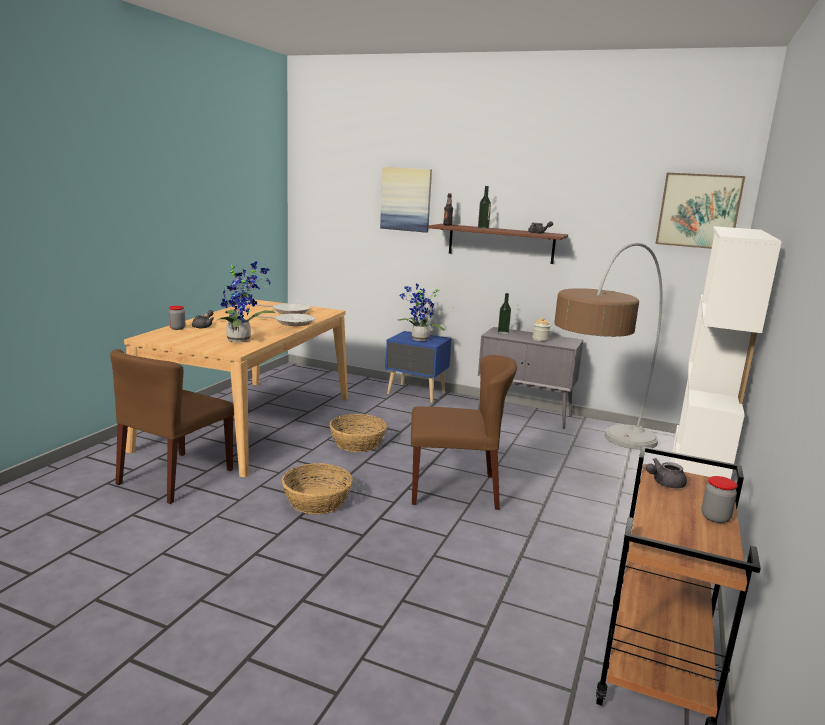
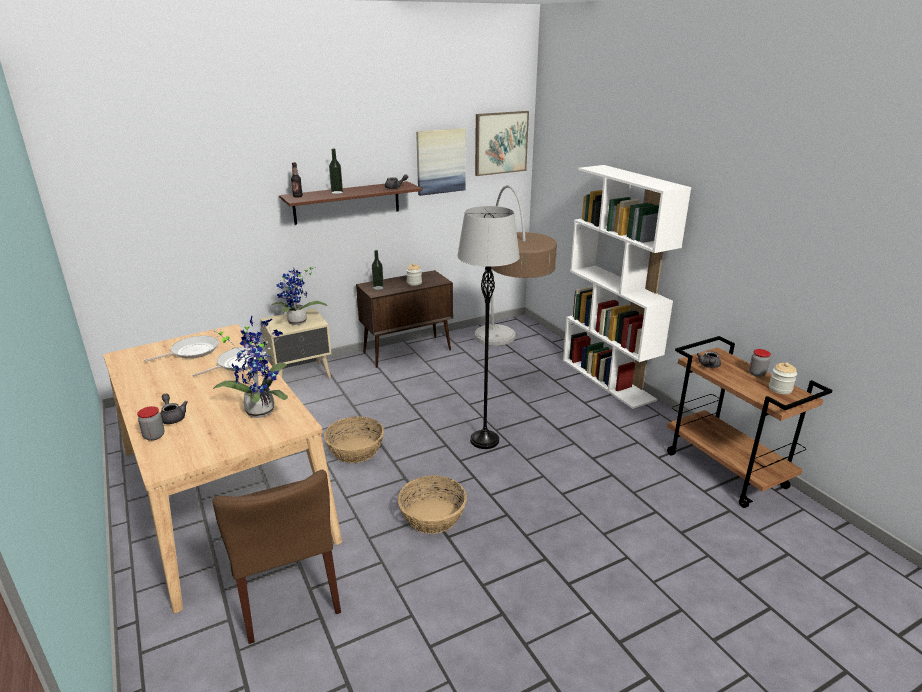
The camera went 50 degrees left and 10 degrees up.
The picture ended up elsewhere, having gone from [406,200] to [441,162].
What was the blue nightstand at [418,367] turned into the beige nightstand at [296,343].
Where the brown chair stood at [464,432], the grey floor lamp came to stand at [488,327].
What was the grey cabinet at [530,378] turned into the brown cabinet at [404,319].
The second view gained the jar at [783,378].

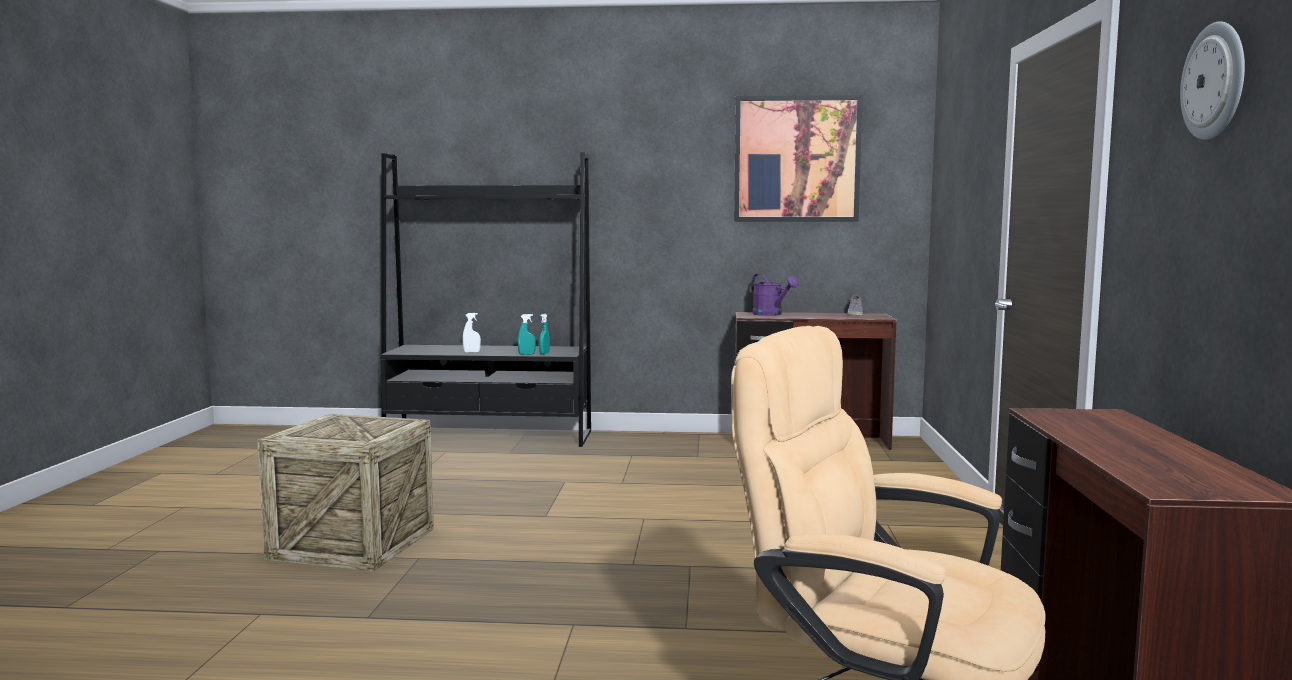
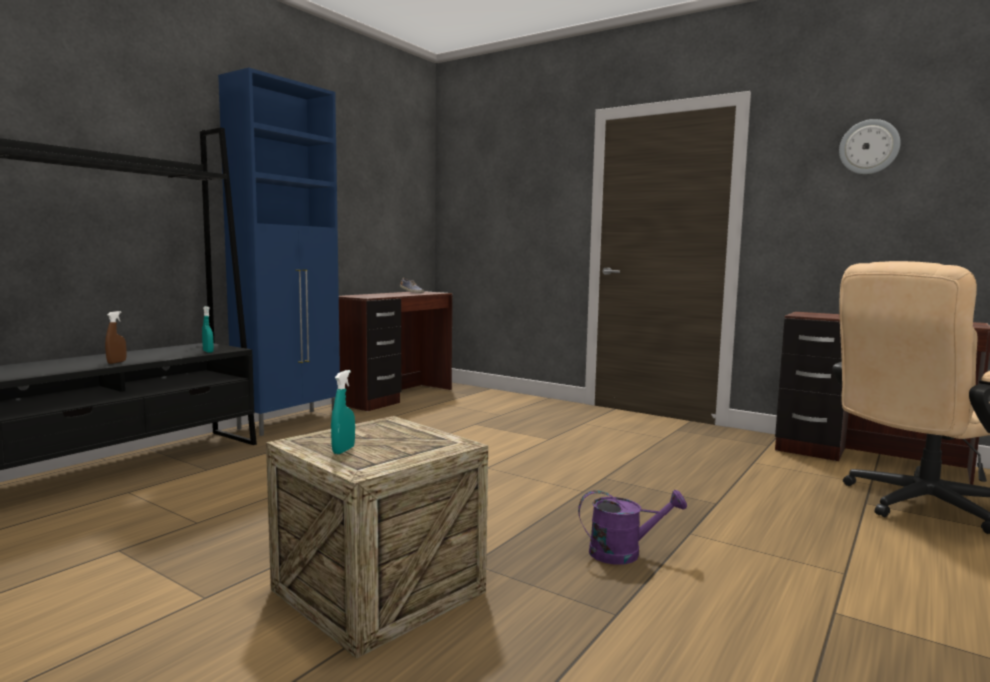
The camera went 60 degrees left and 0 degrees up.
What was the white spray bottle at [472,333] turned into the brown spray bottle at [116,337].
The turquoise spray bottle ended up elsewhere, having gone from [527,334] to [343,412].
The second view lost the picture at [798,158].
The purple watering can ended up elsewhere, having gone from [775,295] to [632,527].
The second view gained the blue cabinet at [279,251].

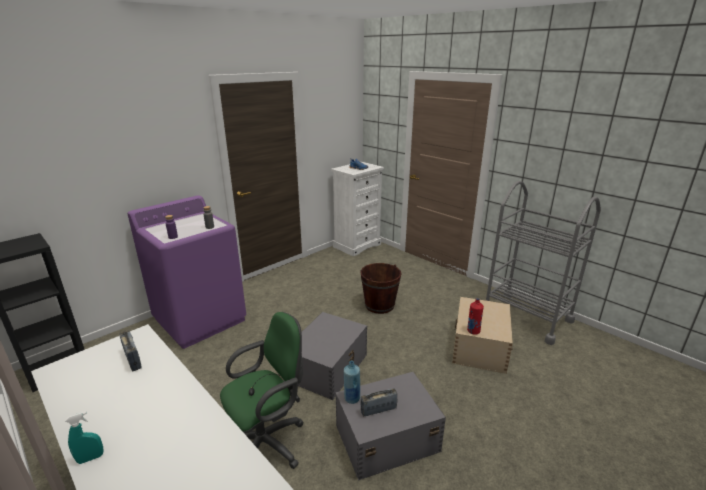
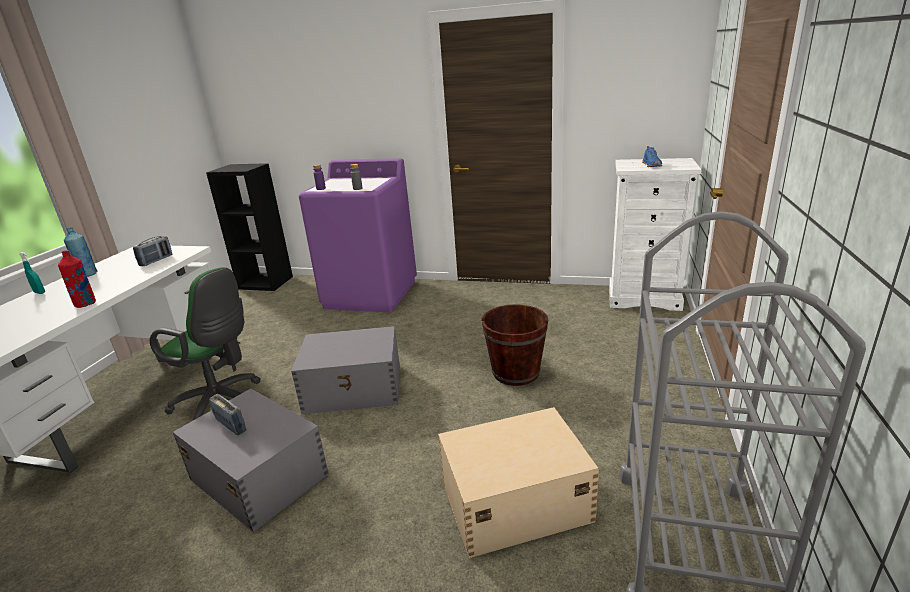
The camera went 60 degrees right and 0 degrees up.
The blue bottle ended up elsewhere, having gone from [352,382] to [80,252].
The red bottle ended up elsewhere, having gone from [475,316] to [77,279].

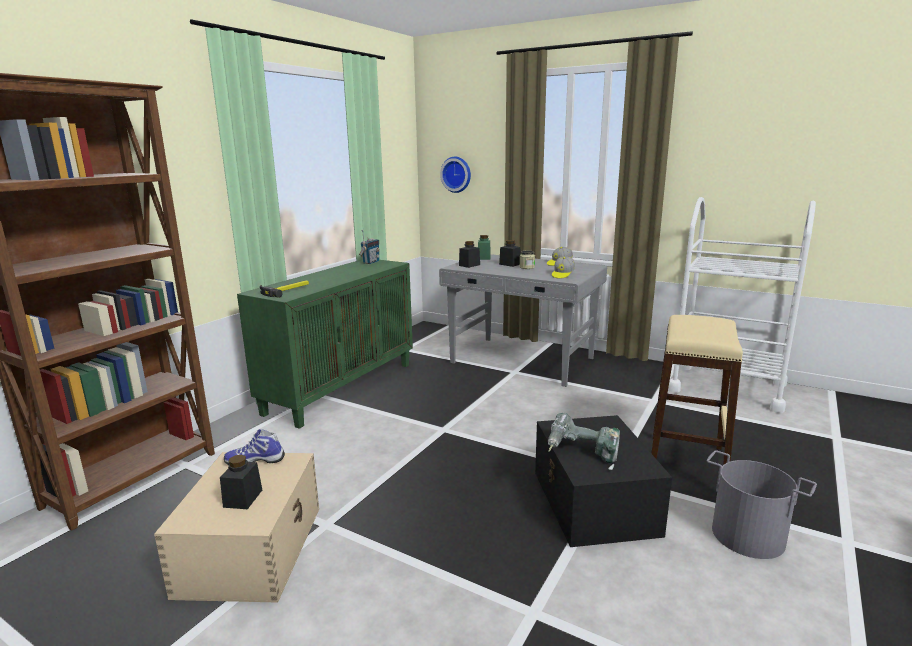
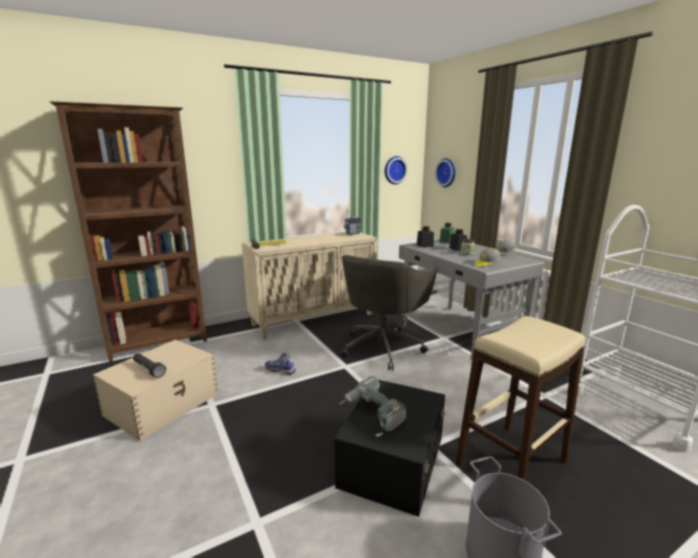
The camera went 30 degrees right and 0 degrees up.
Where the black jar stood at [241,482], the black flashlight came to stand at [149,365].
The shoe ended up elsewhere, having gone from [254,447] to [280,364].
What was the green cabinet at [325,344] turned into the beige cabinet at [309,285].
The second view gained the grey office chair at [388,312].
The second view gained the wall clock at [396,170].

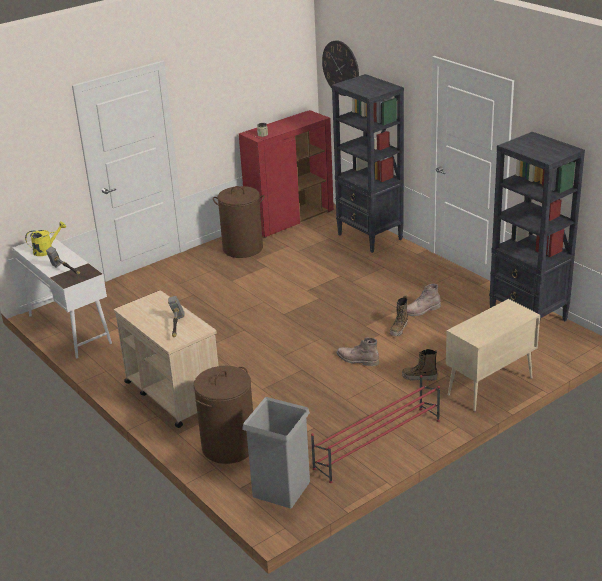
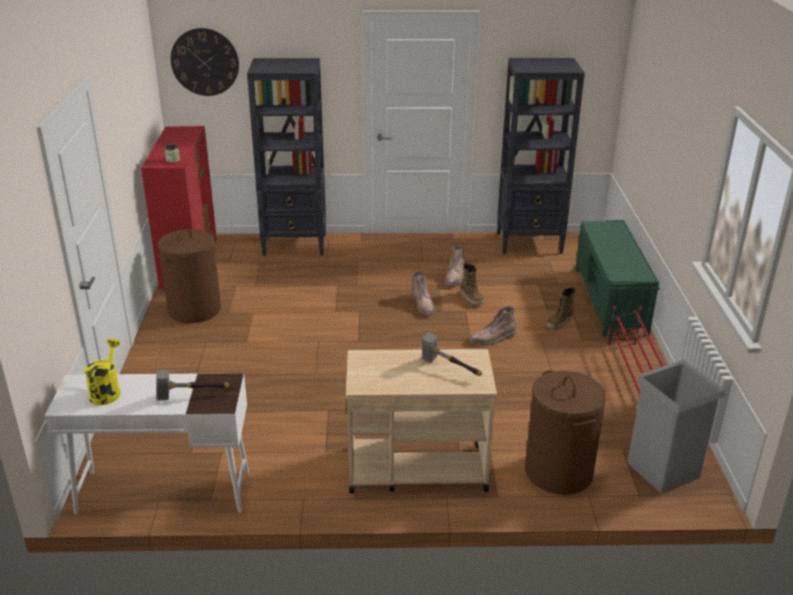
The camera went 55 degrees left and 0 degrees up.
Where the beige cabinet stood at [493,355], the green bench came to stand at [617,278].
The second view gained the brown boot at [423,293].

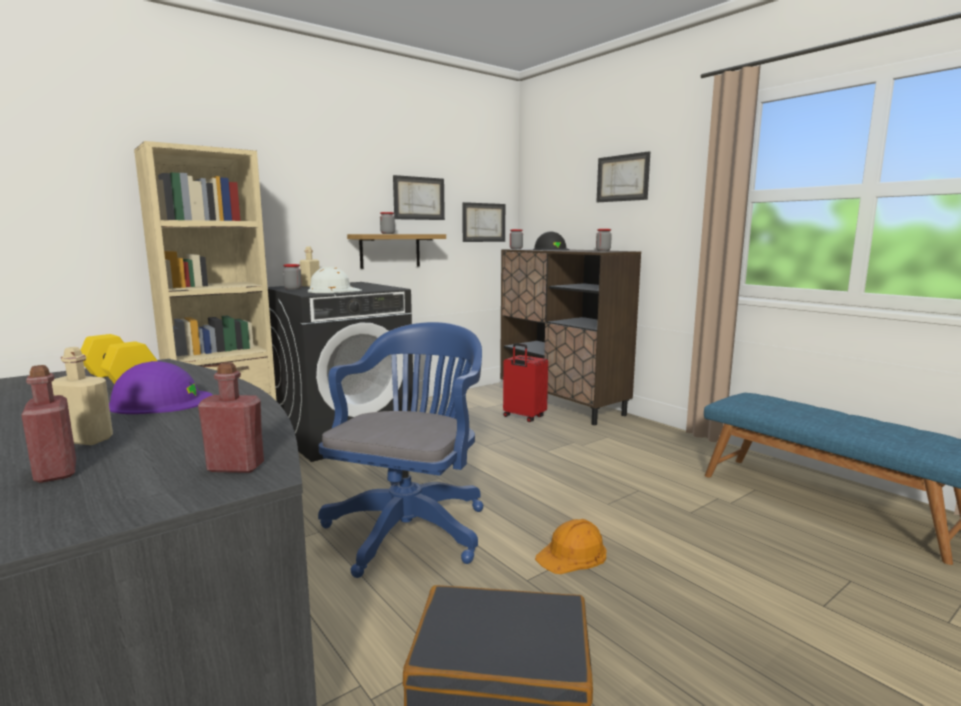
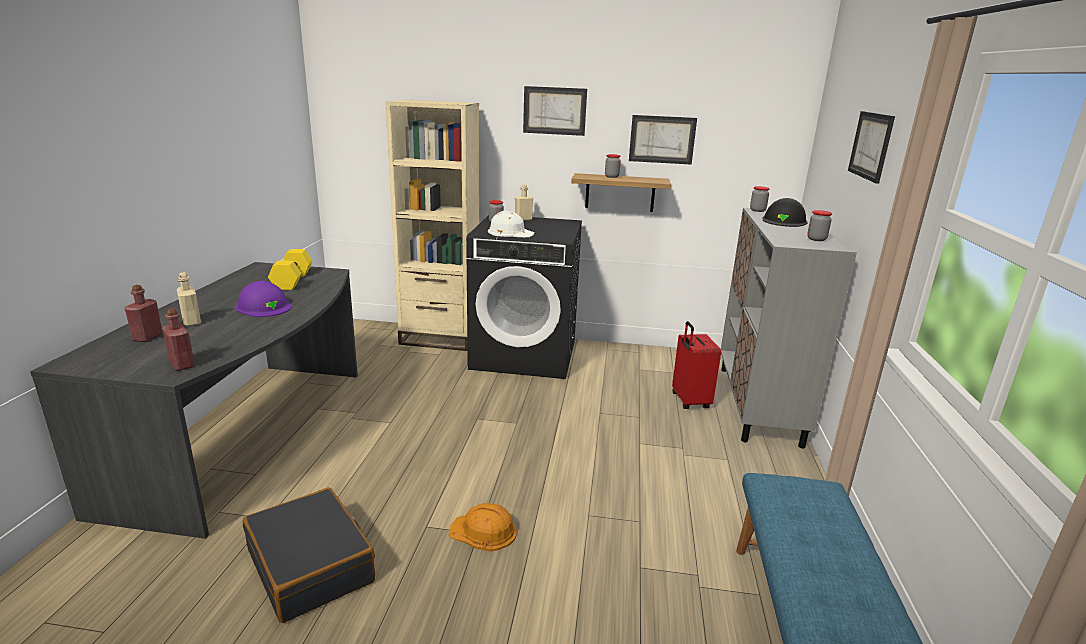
The camera went 45 degrees right and 10 degrees up.
The second view lost the blue office chair at [400,450].
The picture ended up elsewhere, having gone from [483,222] to [555,111].
What was the brown cabinet at [570,337] turned into the grey cabinet at [789,328].

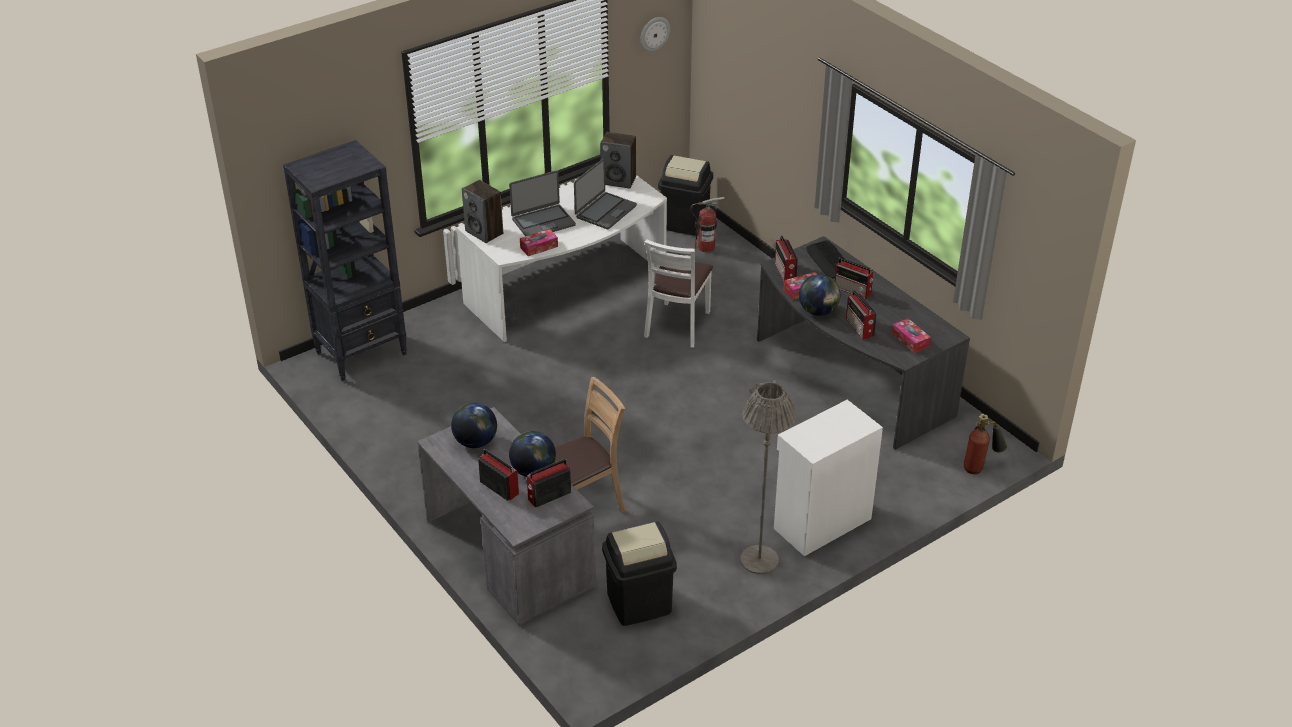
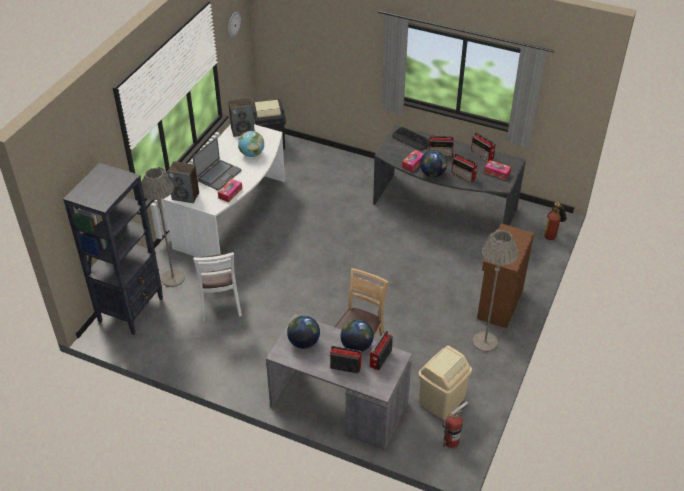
The camera went 30 degrees left and 5 degrees up.
Where the laptop stood at [605,194], the globe came to stand at [251,144].
What was the black trash can at [639,573] turned into the beige trash can at [445,383].
The white chair ended up elsewhere, having gone from [678,293] to [217,287].
The fire extinguisher ended up elsewhere, having gone from [707,224] to [455,424].
What was the white cabinet at [828,478] turned into the brown cabinet at [505,275].
The radio ended up elsewhere, having gone from [786,258] to [483,147].
The second view gained the grey floor lamp at [163,227].

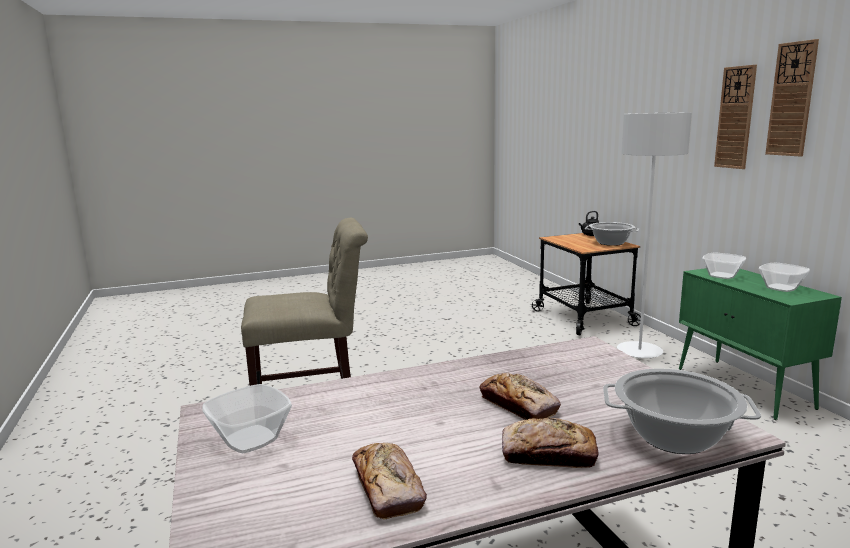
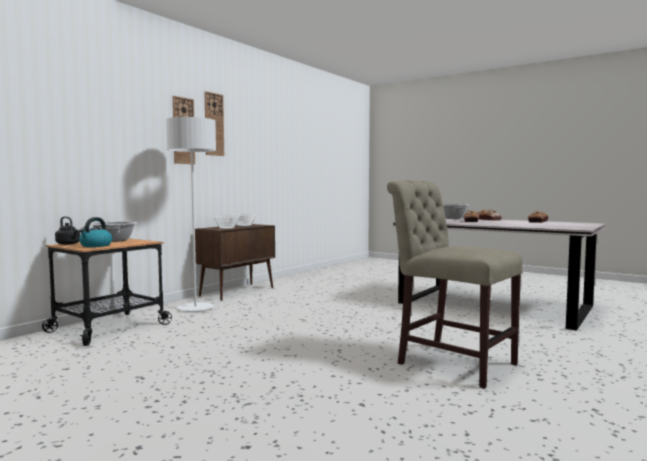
The camera went 125 degrees left and 10 degrees down.
The second view lost the bowl at [247,418].
What was the green cabinet at [760,344] turned into the brown cabinet at [235,262].
The second view gained the kettle at [95,232].

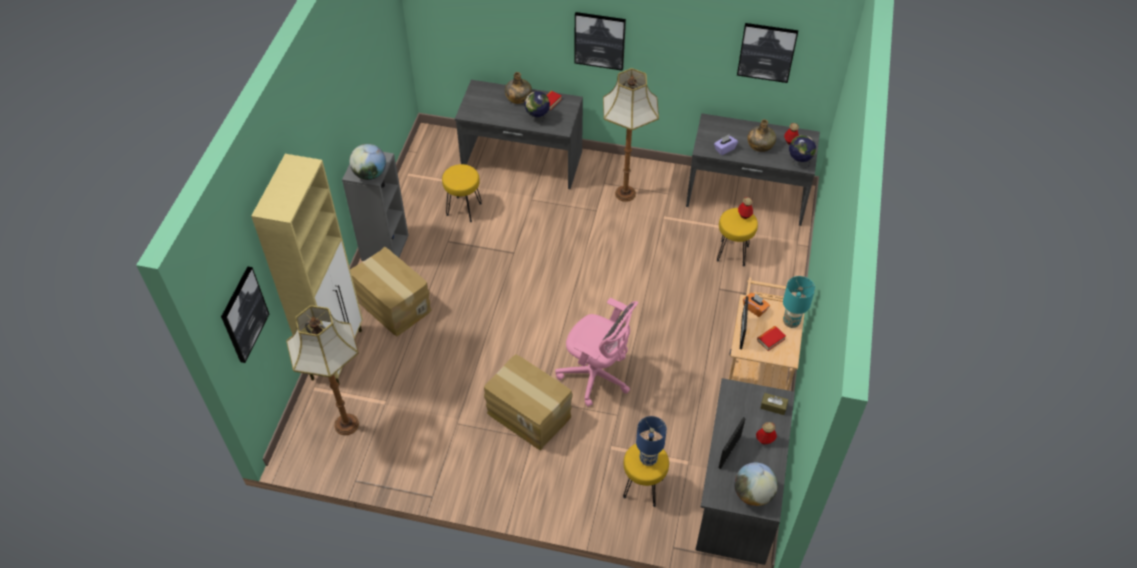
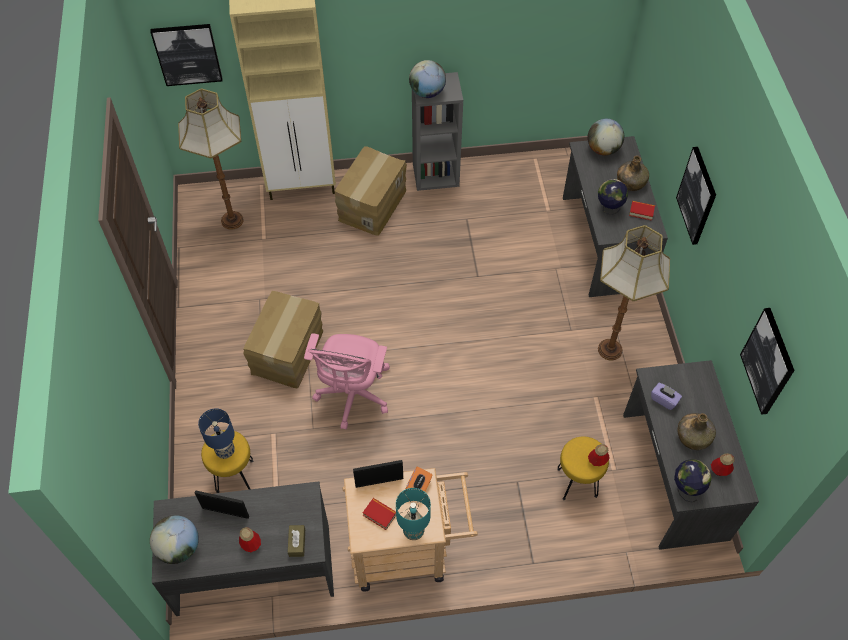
The camera went 70 degrees right and 5 degrees up.
The second view lost the yellow stool at [462,193].
The second view gained the globe at [605,137].

